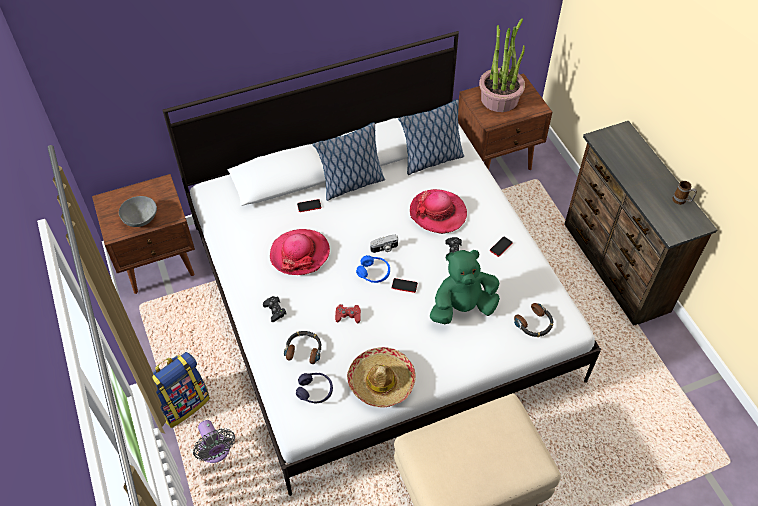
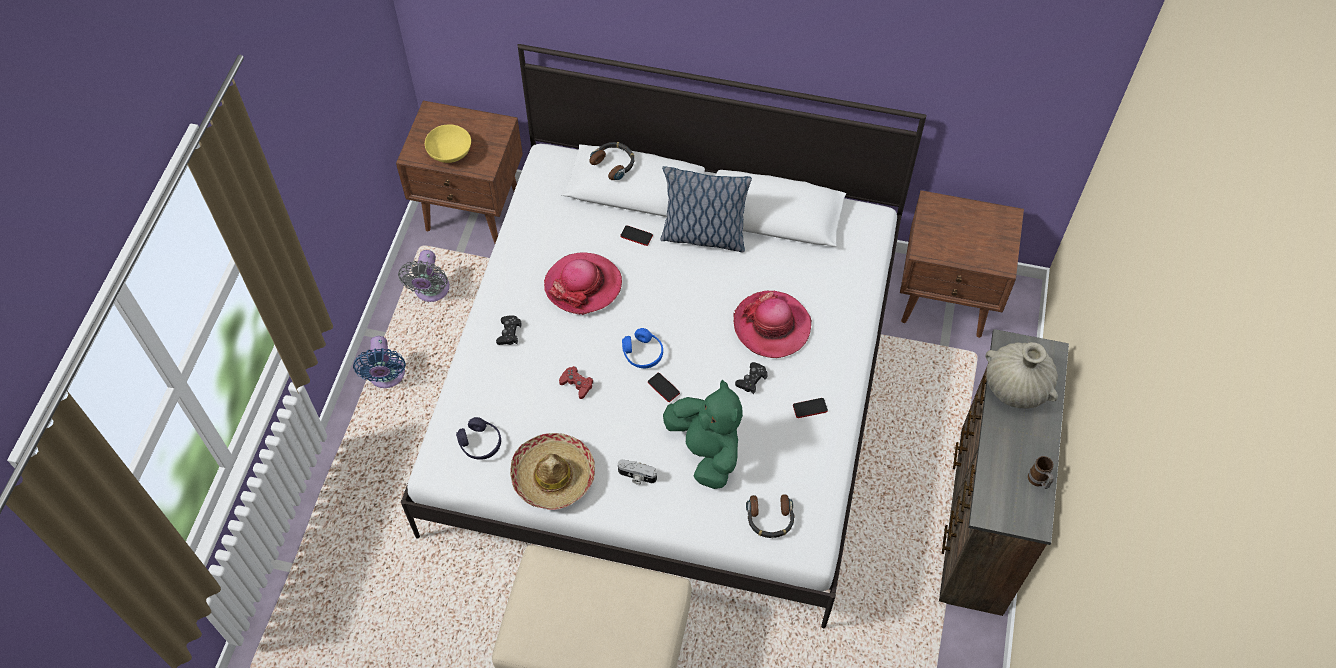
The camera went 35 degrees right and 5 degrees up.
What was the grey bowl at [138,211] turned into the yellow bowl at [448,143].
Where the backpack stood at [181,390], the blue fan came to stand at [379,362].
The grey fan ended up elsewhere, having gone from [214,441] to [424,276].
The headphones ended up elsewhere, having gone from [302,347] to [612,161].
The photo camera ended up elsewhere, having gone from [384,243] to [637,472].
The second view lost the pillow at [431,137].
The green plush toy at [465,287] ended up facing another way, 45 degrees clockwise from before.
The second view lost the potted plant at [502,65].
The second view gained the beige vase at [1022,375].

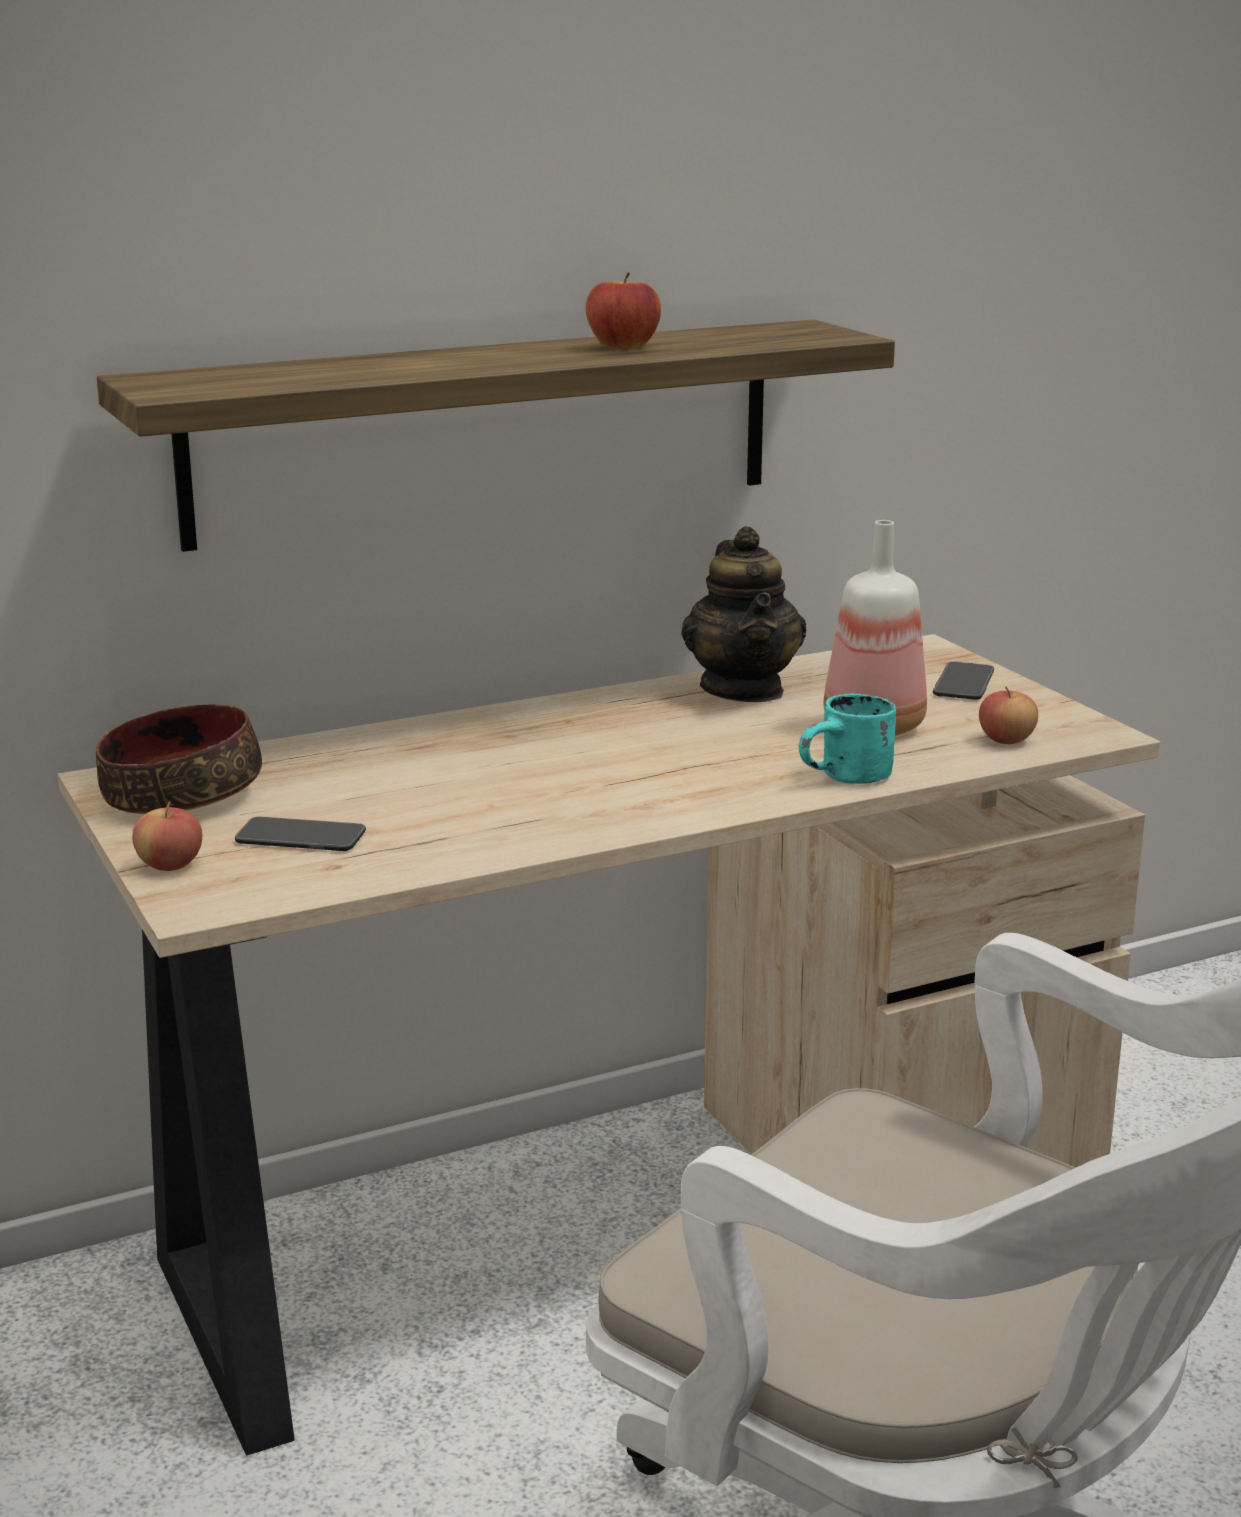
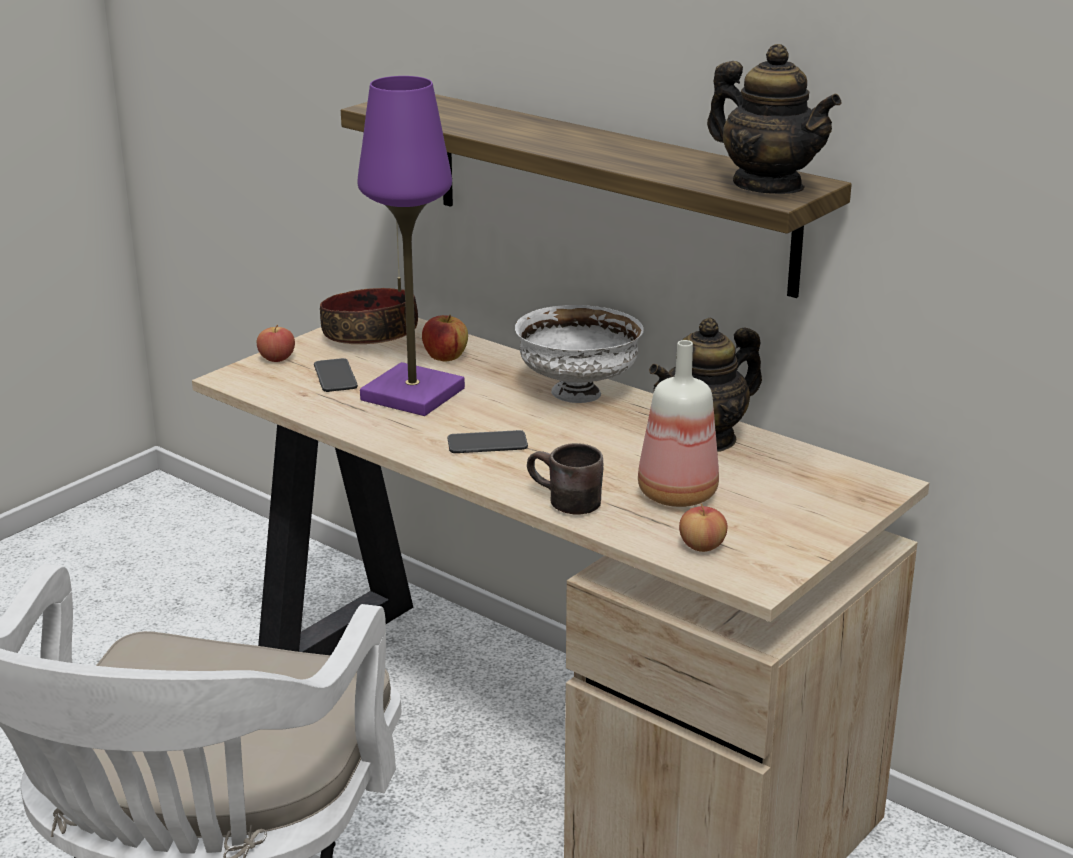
The camera went 65 degrees right and 5 degrees up.
The apple ended up elsewhere, having gone from [623,311] to [445,338].
What was the turquoise mug at [847,738] turned into the brown mug at [565,478].
The phone ended up elsewhere, having gone from [963,680] to [488,441].
The second view gained the purple table lamp at [411,246].
The second view gained the white bowl at [579,354].
The second view gained the teapot at [774,119].

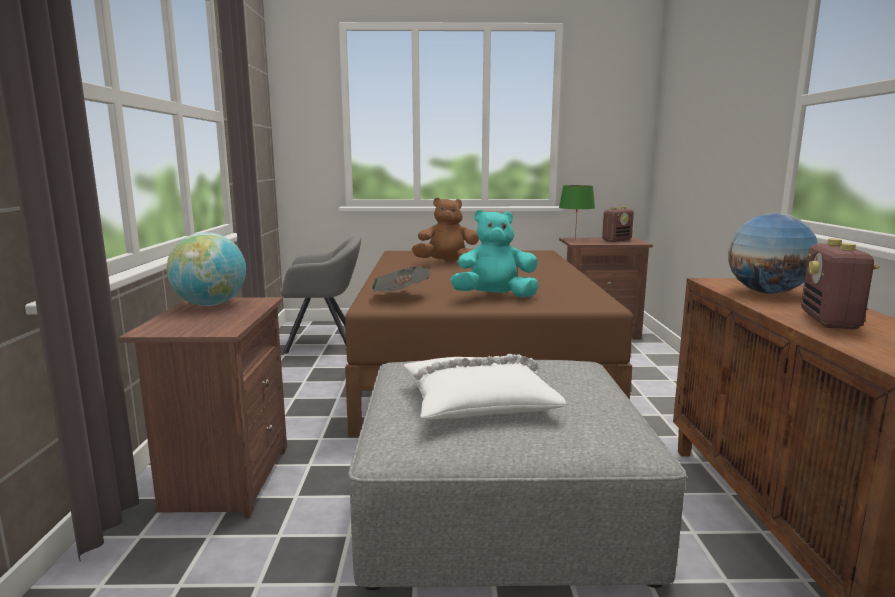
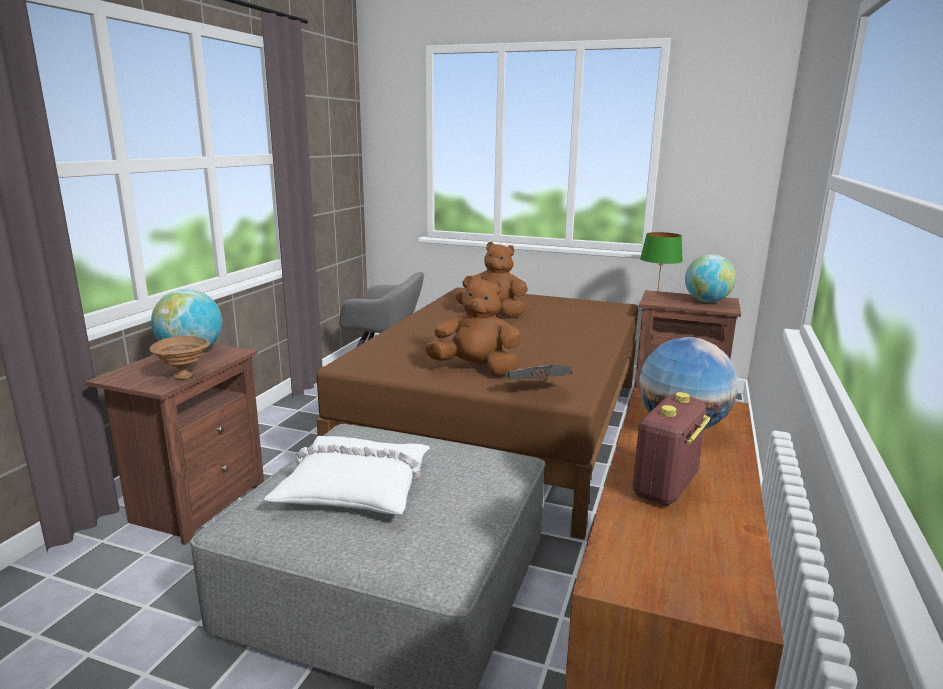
The camera went 20 degrees right and 5 degrees up.
The newspaper ended up elsewhere, having gone from [400,279] to [539,372].
What was the turquoise plush toy at [494,254] turned into the brown plush toy at [473,325].
Where the radio stood at [618,224], the globe came to stand at [710,278].
The second view gained the brown bowl at [180,357].

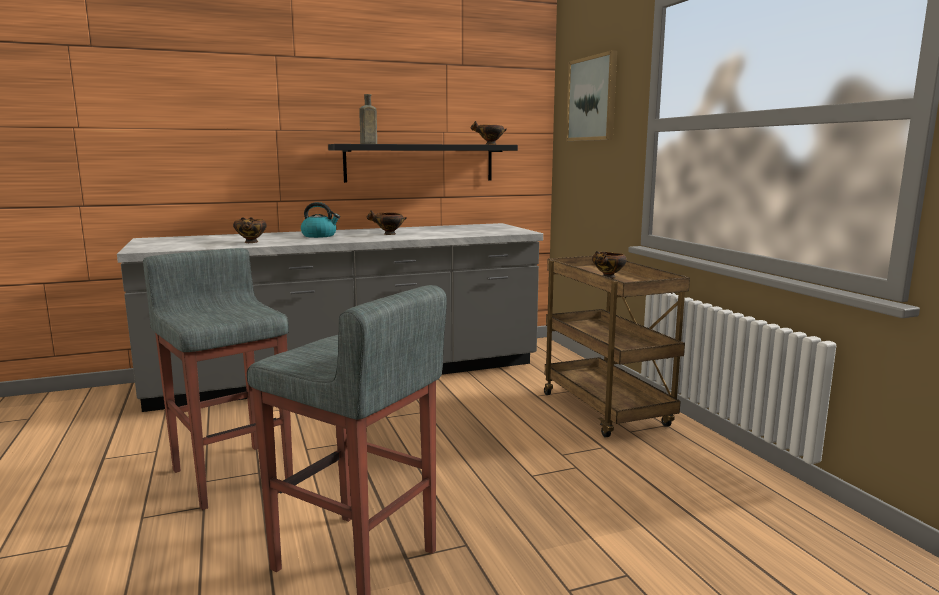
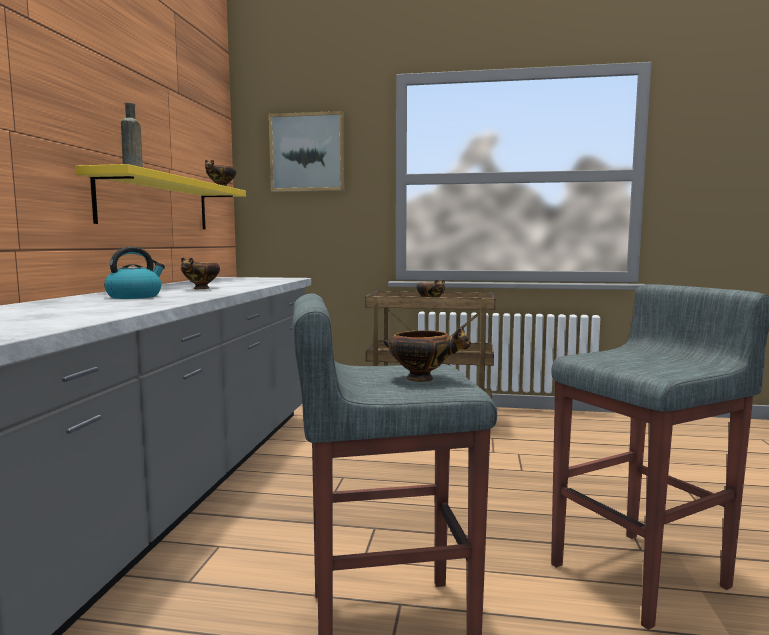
The camera went 60 degrees left and 5 degrees down.
The bowl ended up elsewhere, having gone from [250,230] to [427,354].
What was the black shelf at [423,163] turned into the yellow shelf at [161,196].

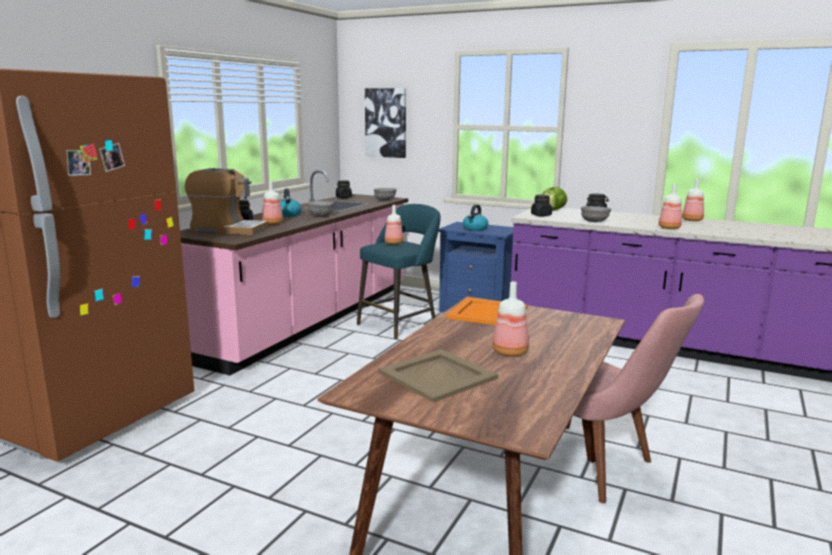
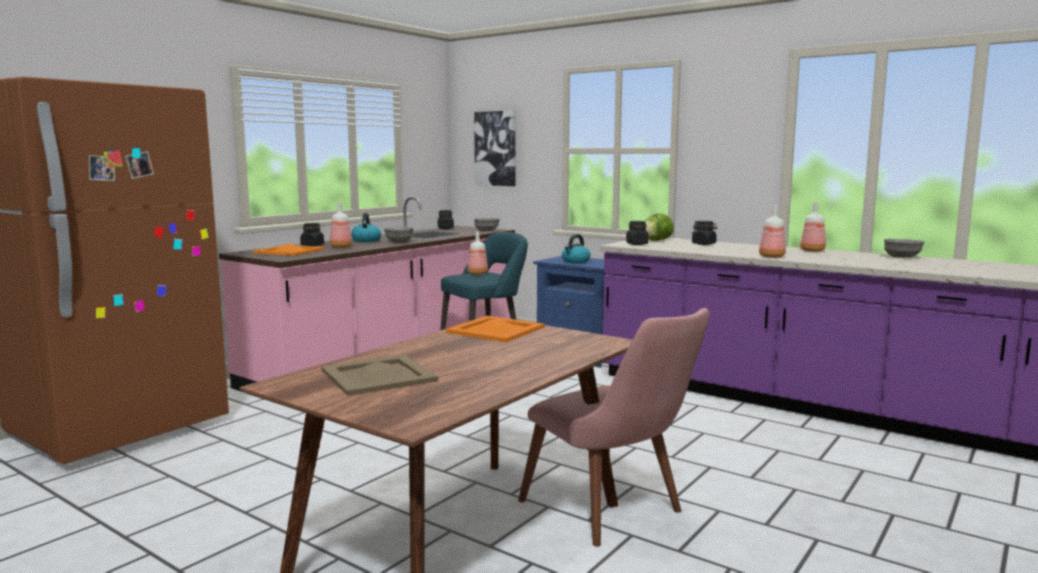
The camera went 10 degrees right and 5 degrees down.
Where the coffee machine stood at [226,201], the orange tray came to stand at [289,250].
The second view lost the bottle at [511,319].
The grey bowl ended up elsewhere, having gone from [596,214] to [904,248].

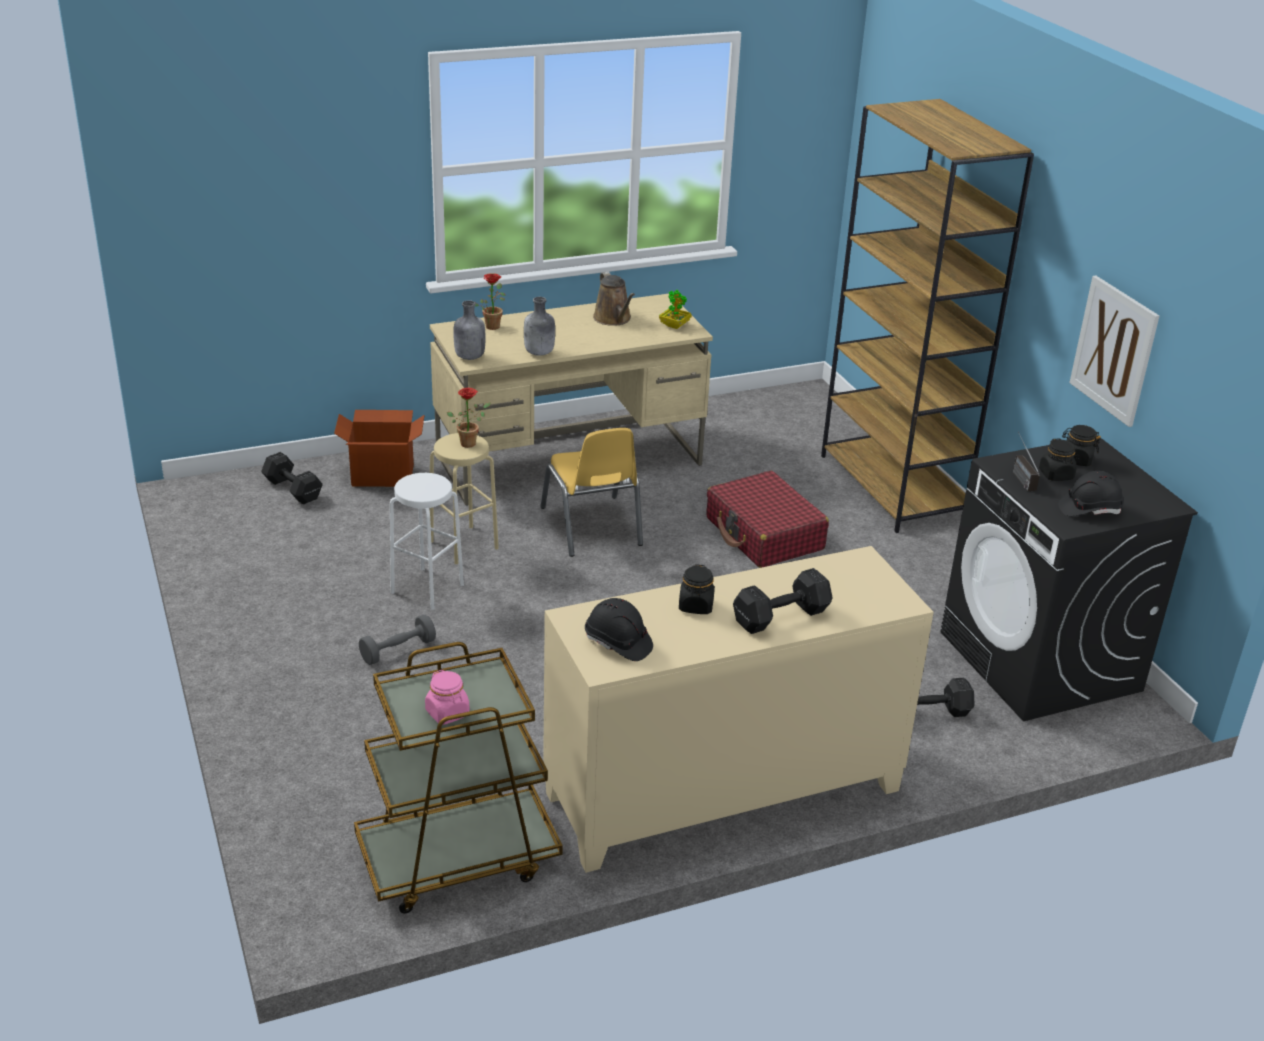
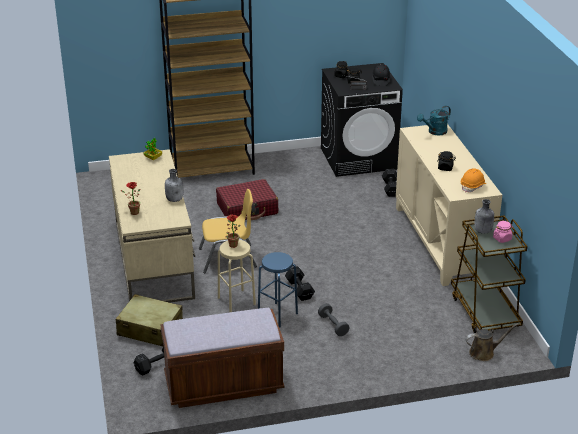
The camera went 80 degrees left and 0 degrees up.
Where the cardboard box stood at [379,448], the beige suitcase came to stand at [149,320].
What was the white stool at [427,541] turned into the blue stool at [278,290].
The grey bottle ended up elsewhere, having gone from [469,330] to [484,216].
What was the black hard hat at [619,629] turned into the orange hard hat at [473,180].
The brown watering can ended up elsewhere, having gone from [614,298] to [491,342].
The black dumbbell ended up elsewhere, having gone from [783,601] to [300,283].
The second view lost the picture at [1114,351].
The second view gained the brown bench at [222,358].
The second view gained the turquoise watering can at [434,120].

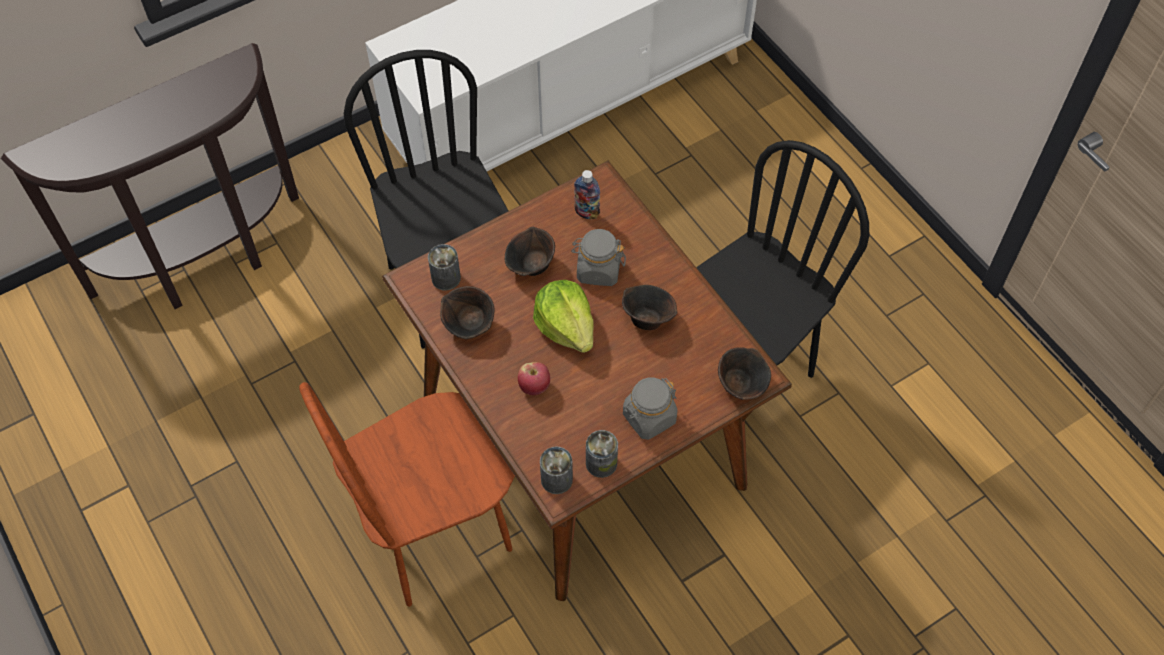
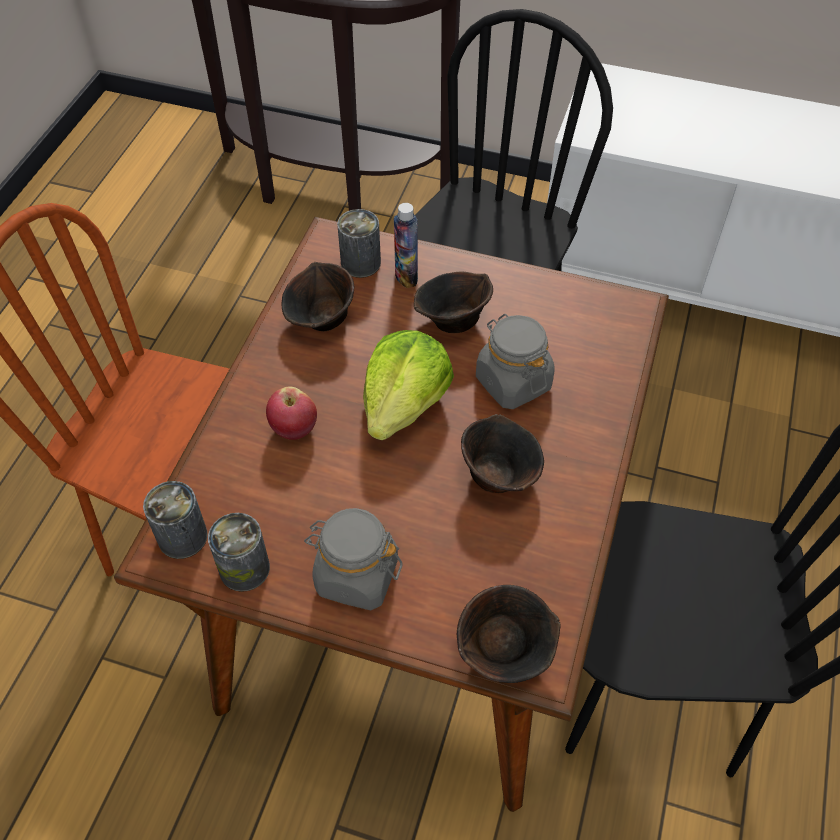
The camera went 50 degrees right and 5 degrees down.
The bottle ended up elsewhere, having gone from [587,194] to [406,245].

